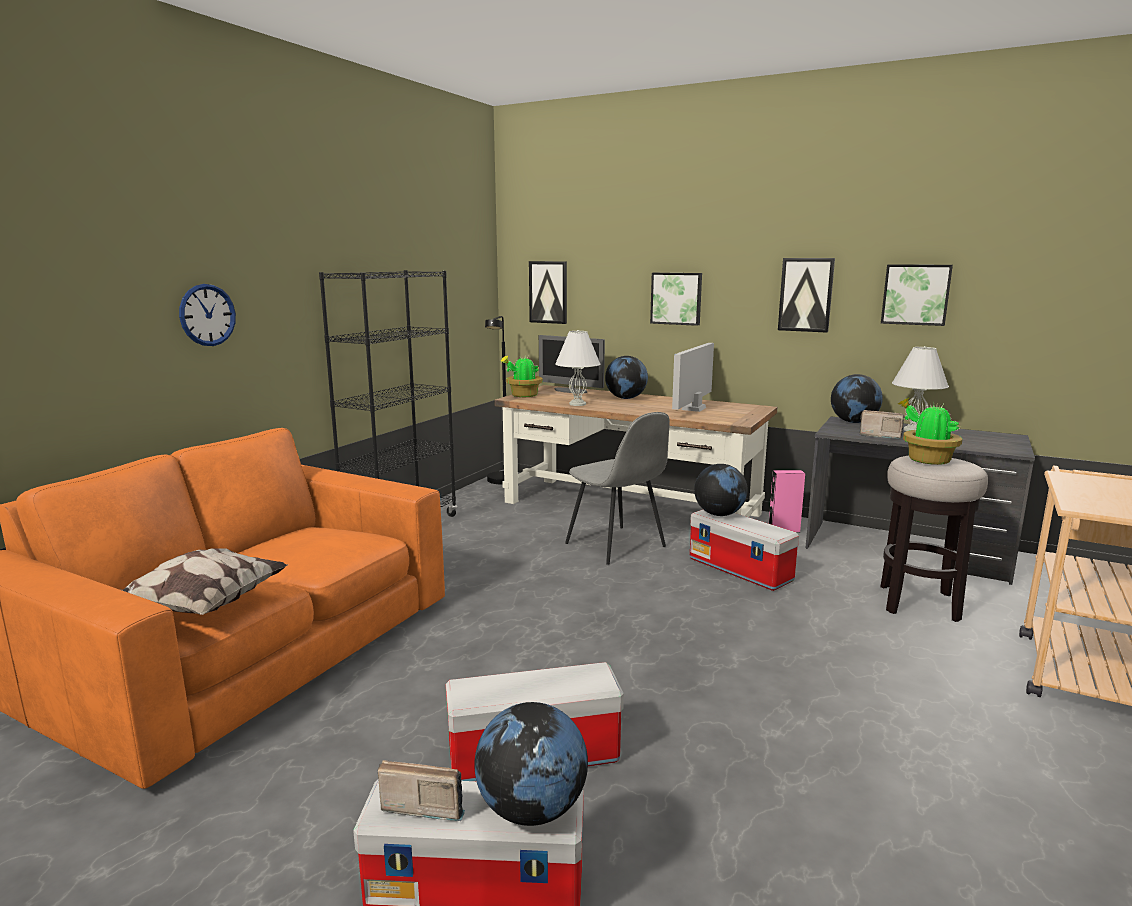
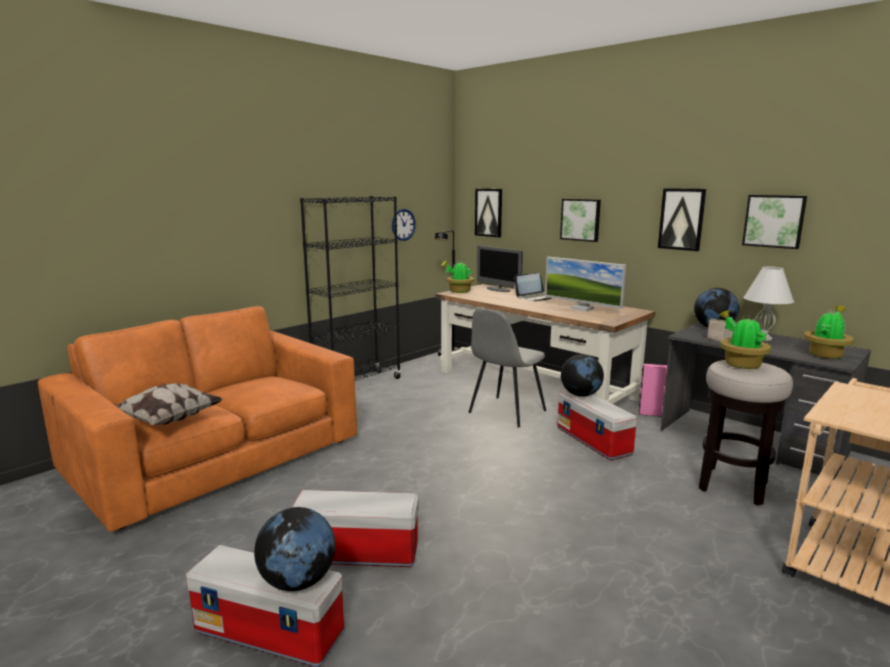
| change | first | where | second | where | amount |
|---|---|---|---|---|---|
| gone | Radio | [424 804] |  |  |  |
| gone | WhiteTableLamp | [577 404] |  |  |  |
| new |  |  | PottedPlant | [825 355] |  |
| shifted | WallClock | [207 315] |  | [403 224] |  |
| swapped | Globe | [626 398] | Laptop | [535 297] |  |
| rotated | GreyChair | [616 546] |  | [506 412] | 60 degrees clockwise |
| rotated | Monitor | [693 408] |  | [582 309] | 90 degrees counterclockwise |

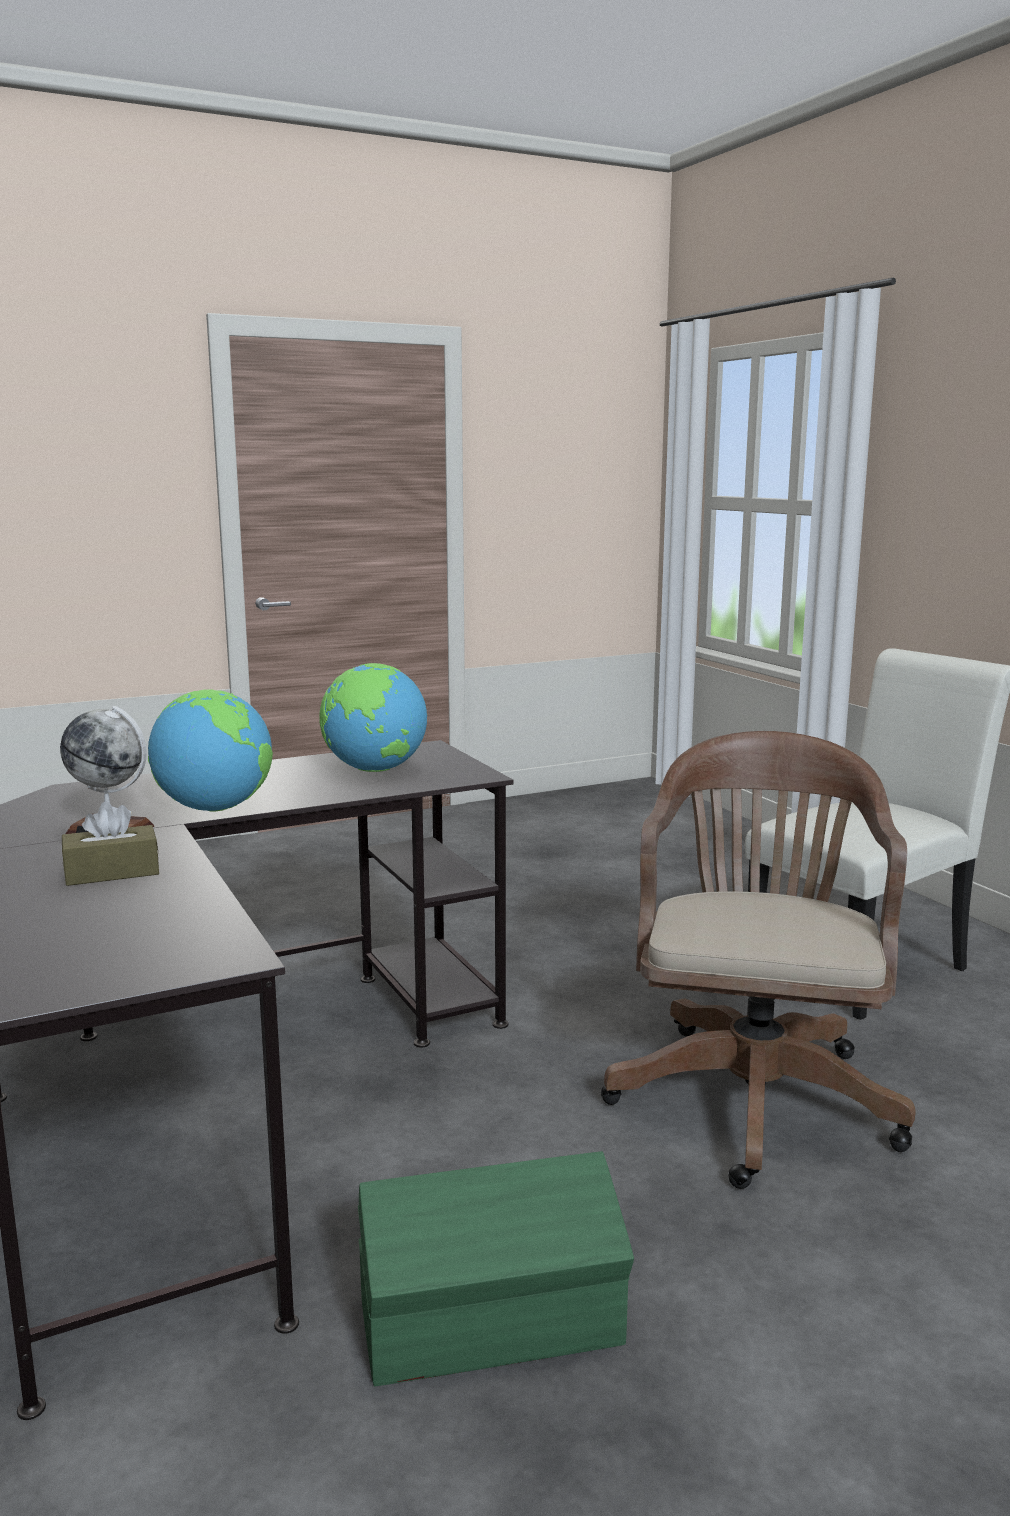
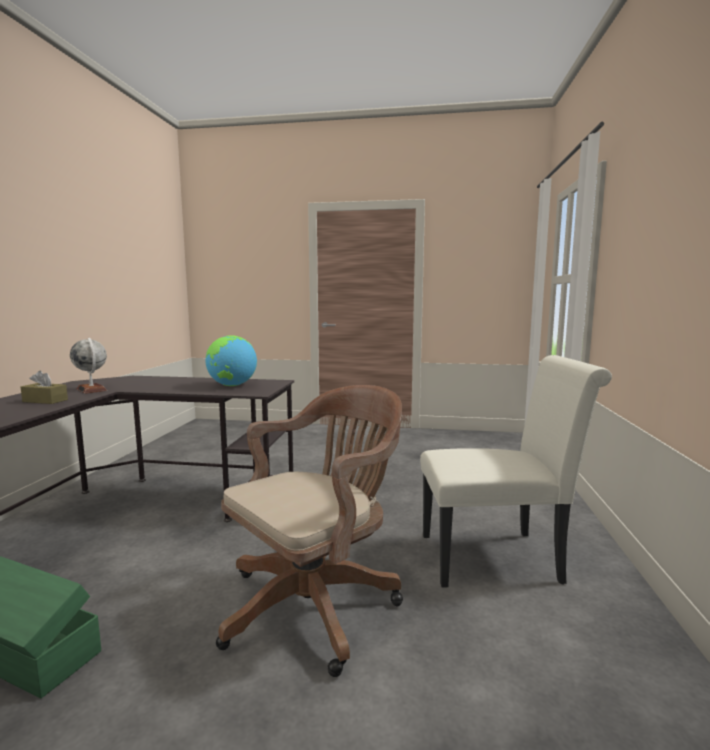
| change | first | where | second | where | amount |
|---|---|---|---|---|---|
| gone | Globe | [214 808] |  |  |  |

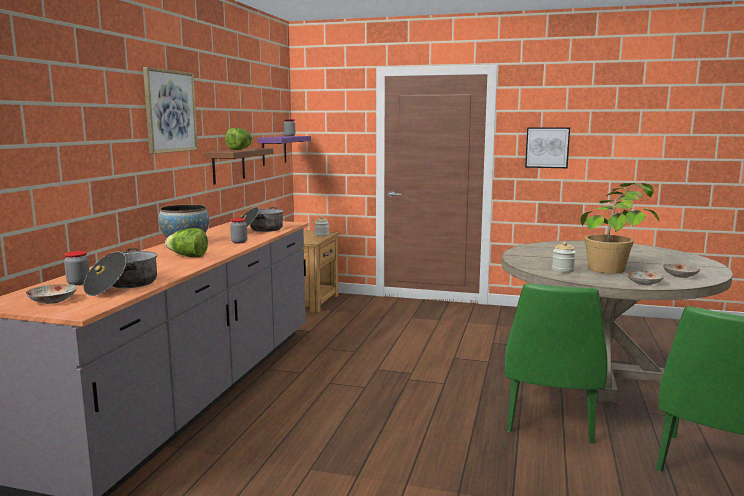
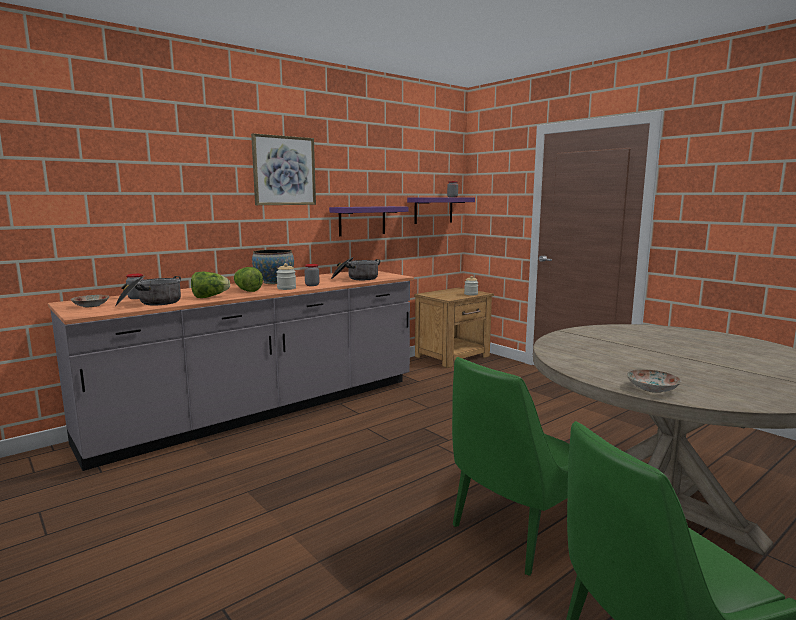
| change | first | where | second | where | amount |
|---|---|---|---|---|---|
| gone | Picture | [547 147] |  |  |  |
| gone | PottedPlant | [617 266] |  |  |  |
| gone | Plate | [680 275] |  |  |  |
| shifted | Lettuce | [240 149] |  | [209 297] |  |
| shifted | Jar | [562 270] |  | [286 288] |  |
| repainted | BrownShelf | [228 165] | PurpleShelf | [362 220] |  |

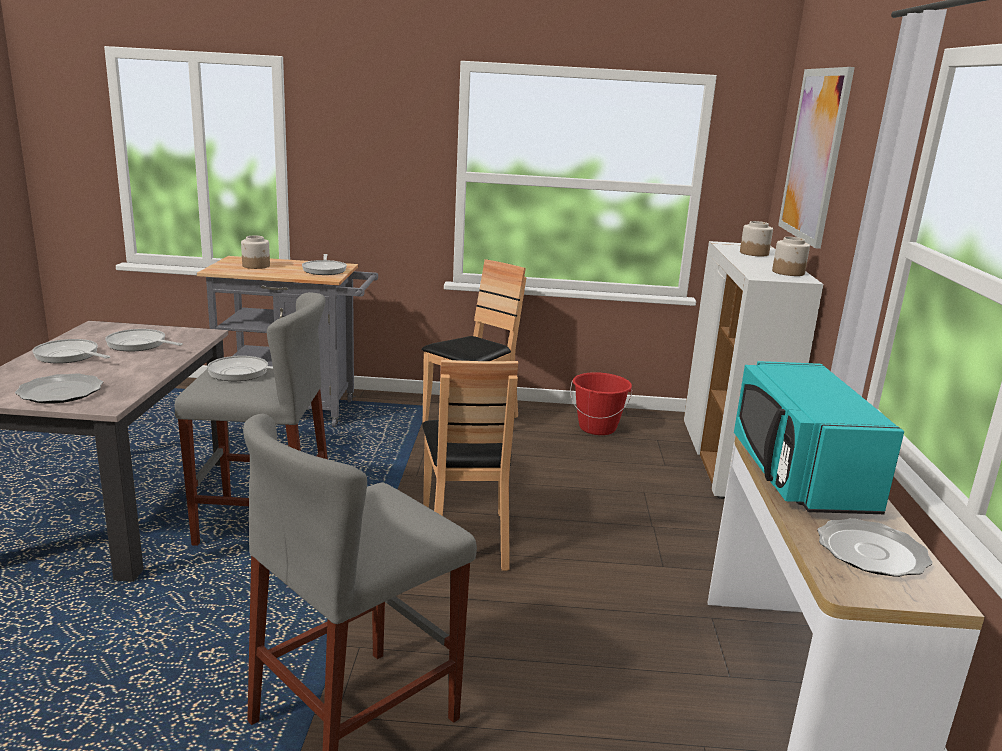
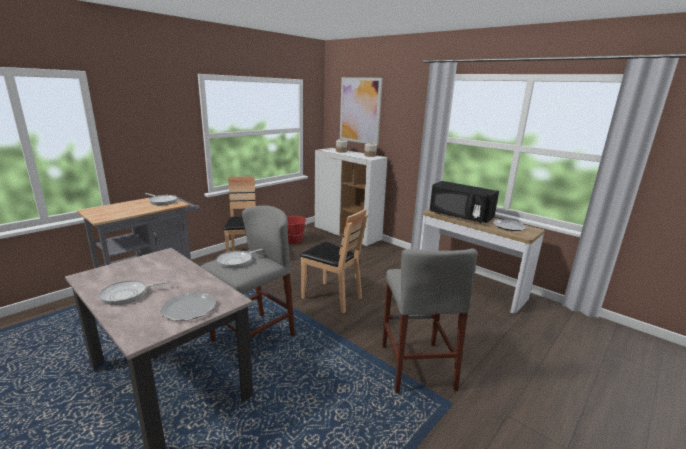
| change | first | where | second | where | amount |
|---|---|---|---|---|---|
| gone | FryingPan | [139 345] |  |  |  |
| gone | Jar | [256 266] |  |  |  |
| repainted | TurquoiseMicrowave | [798 475] | BlackMicrowave | [460 216] |  |

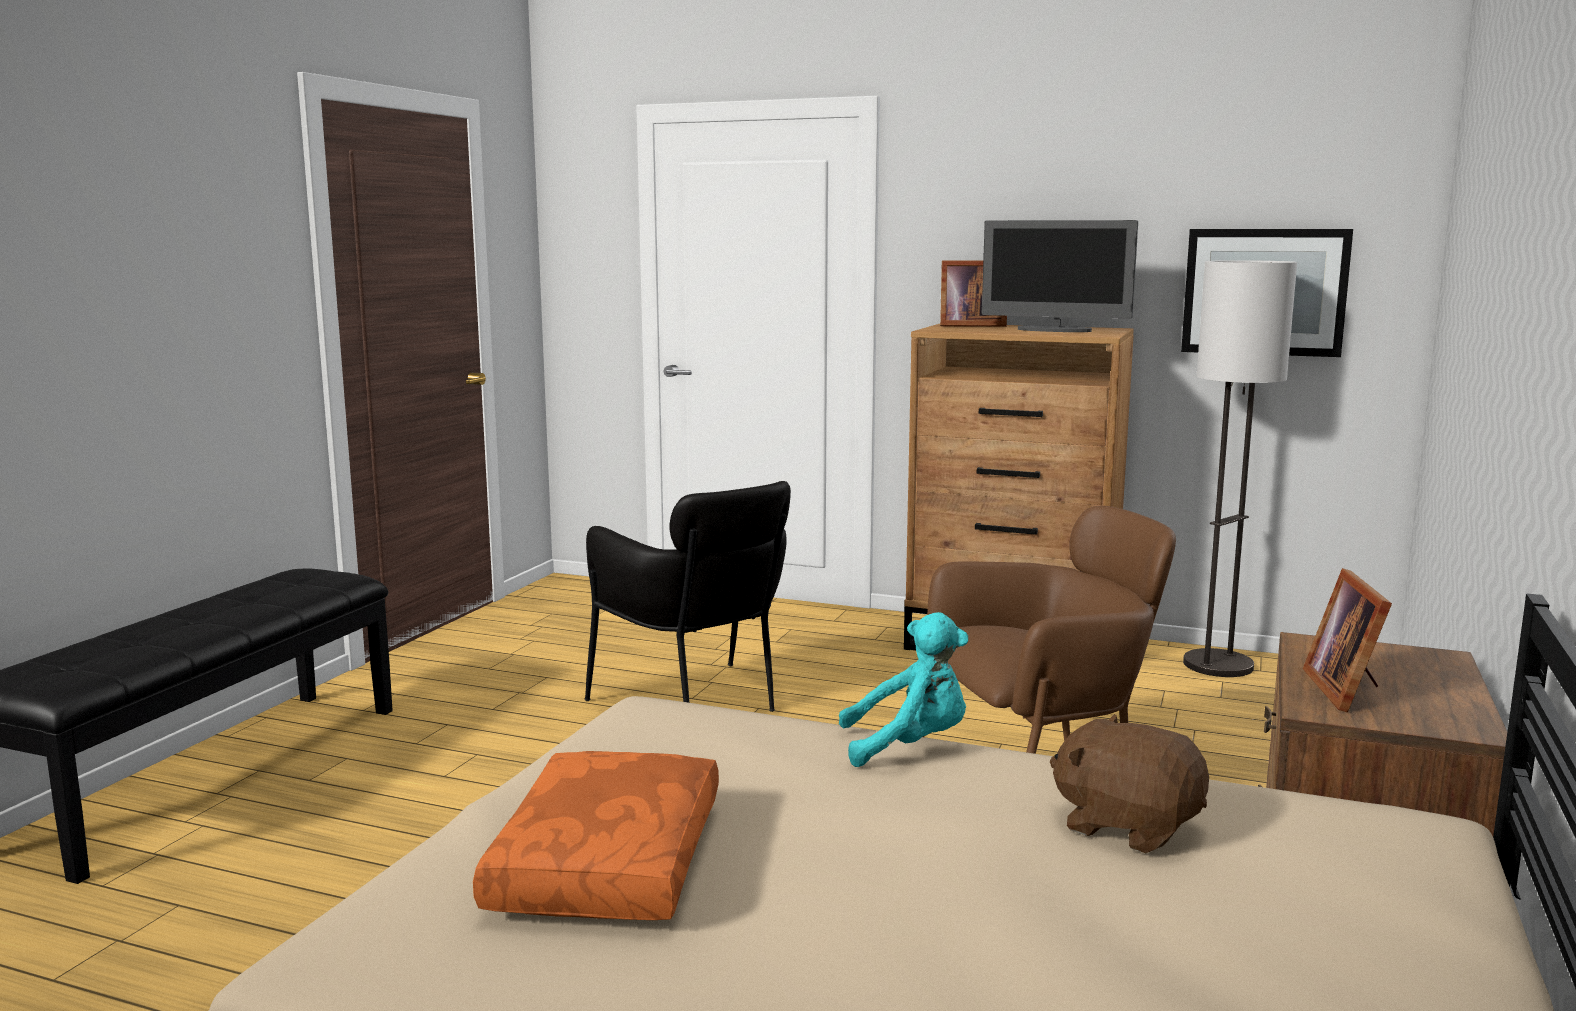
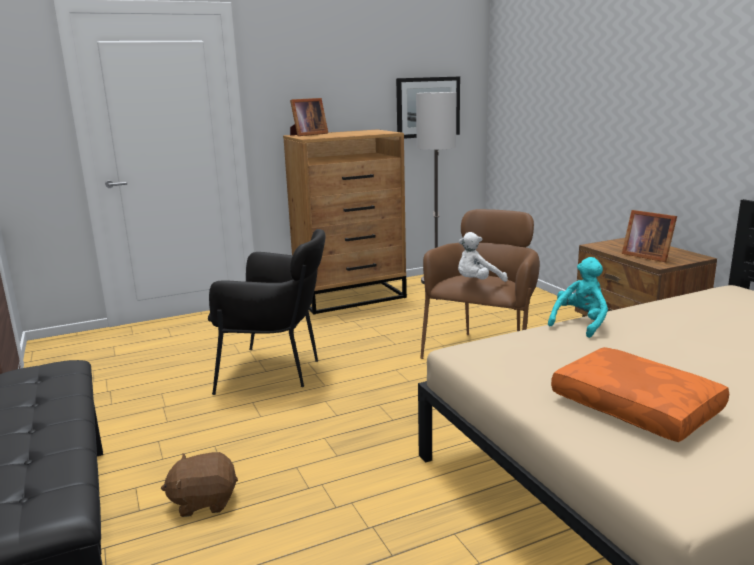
| change | first | where | second | where | amount |
|---|---|---|---|---|---|
| gone | Monitor | [1054 330] |  |  |  |
| new |  |  | WhitePlushToy | [477 282] |  |
| shifted | BrownPlushToy | [1127 826] |  | [204 501] |  |

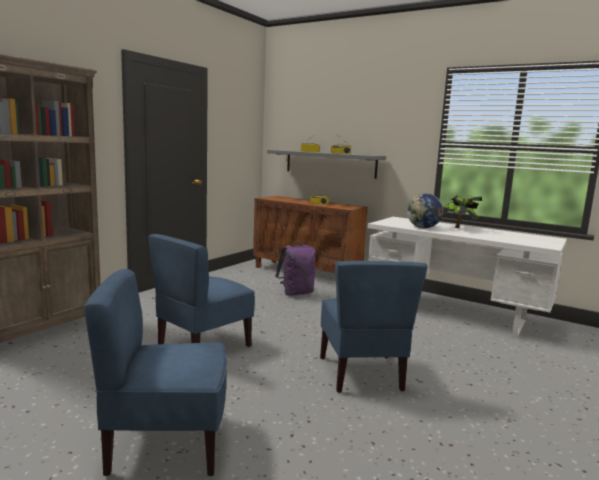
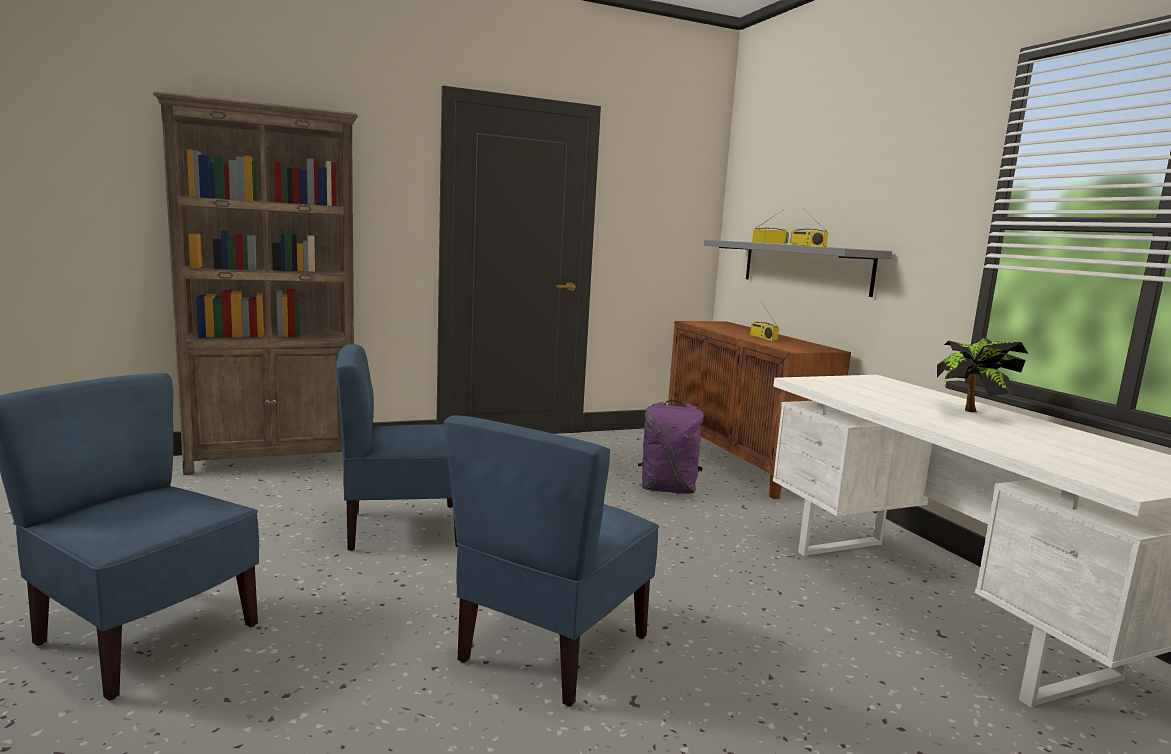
| change | first | where | second | where | amount |
|---|---|---|---|---|---|
| gone | Globe | [423 228] |  |  |  |

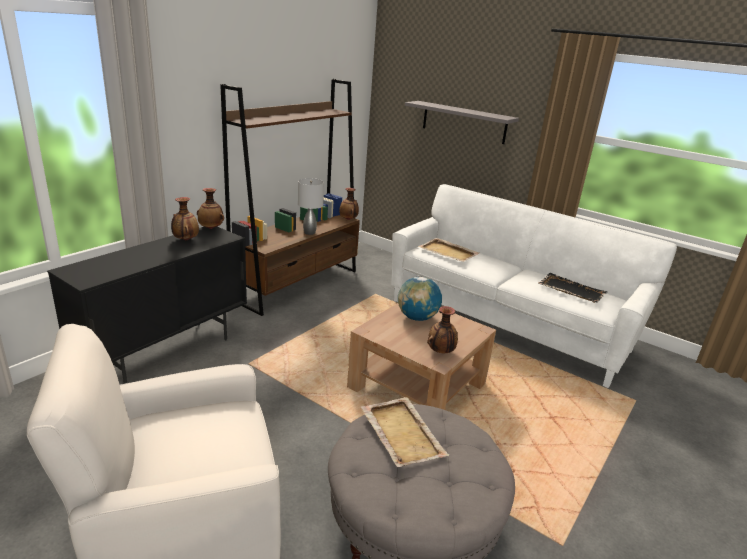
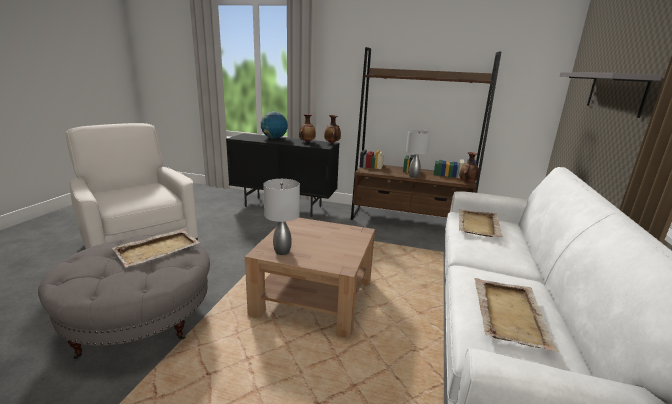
| change | first | where | second | where | amount |
|---|---|---|---|---|---|
| shifted | Globe | [417 318] |  | [274 138] |  |
| swapped | Vase | [441 352] | GreyTableLamp | [281 251] |  |
| repainted | BlackTray | [571 289] | BeigeTray | [509 313] |  |

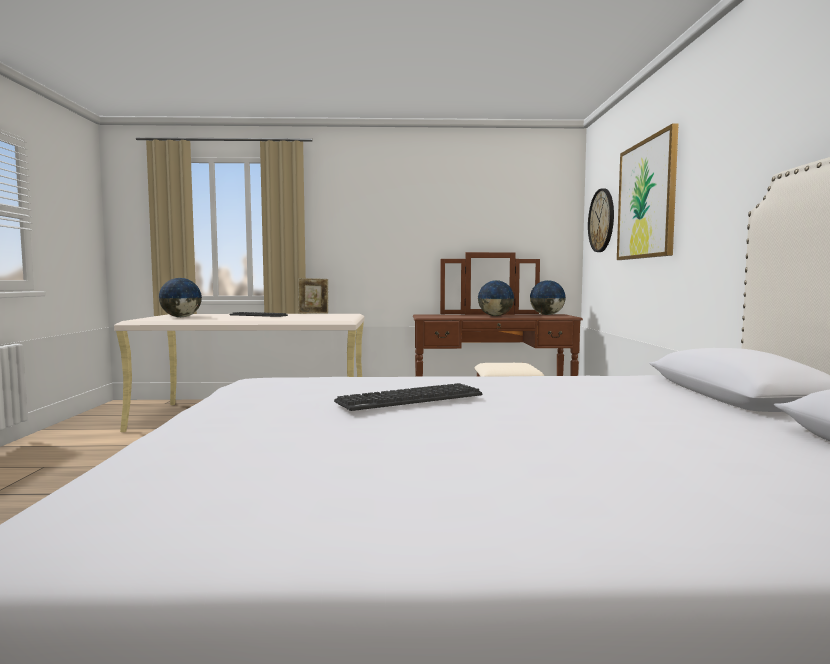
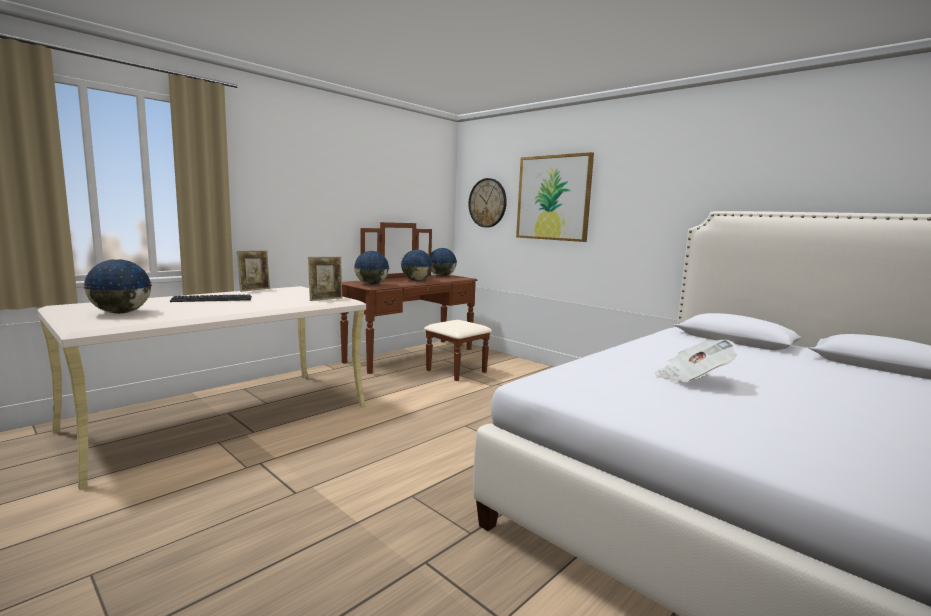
| change | first | where | second | where | amount |
|---|---|---|---|---|---|
| new |  |  | PictureFrame | [326 299] |  |
| new |  |  | Globe | [371 284] |  |
| swapped | Keyboard | [410 399] | Newspaper | [692 378] |  |

